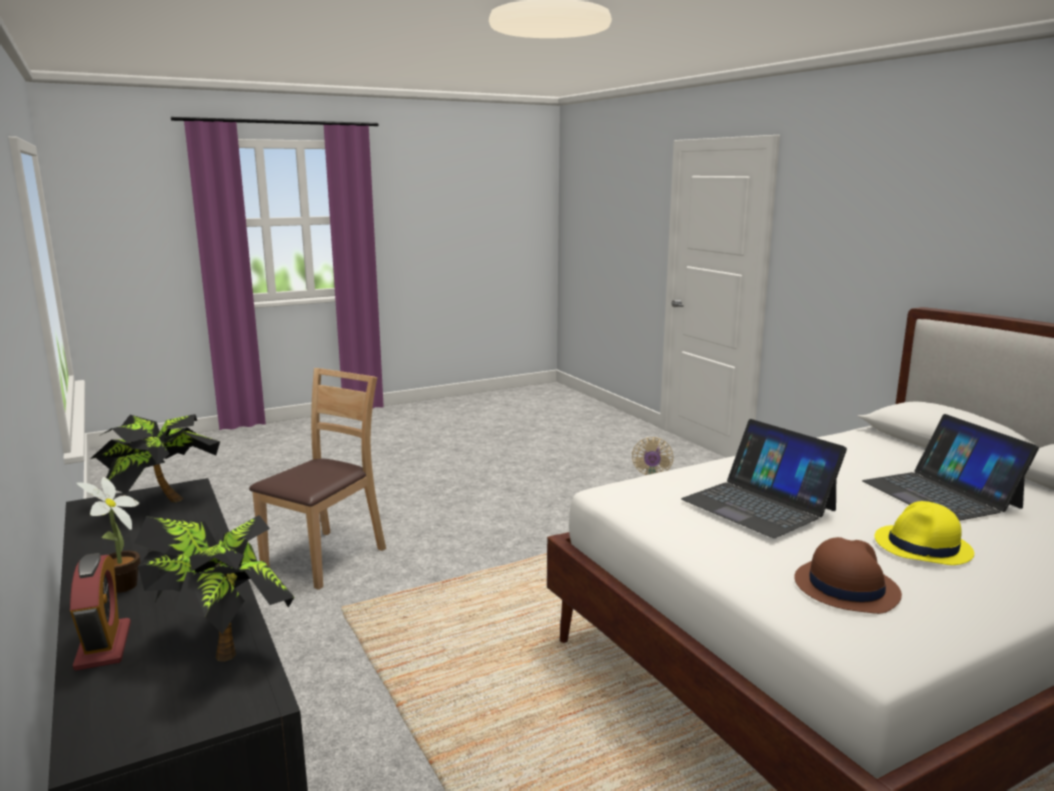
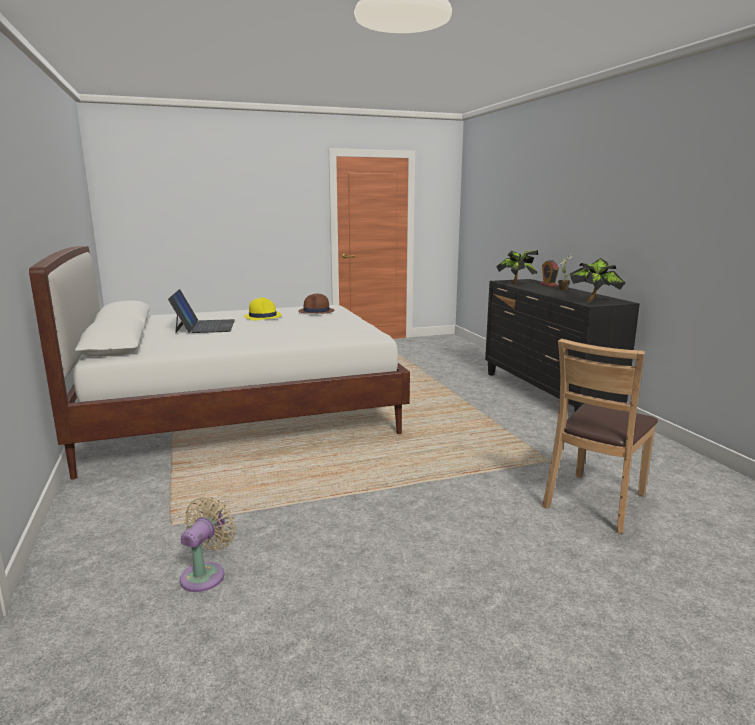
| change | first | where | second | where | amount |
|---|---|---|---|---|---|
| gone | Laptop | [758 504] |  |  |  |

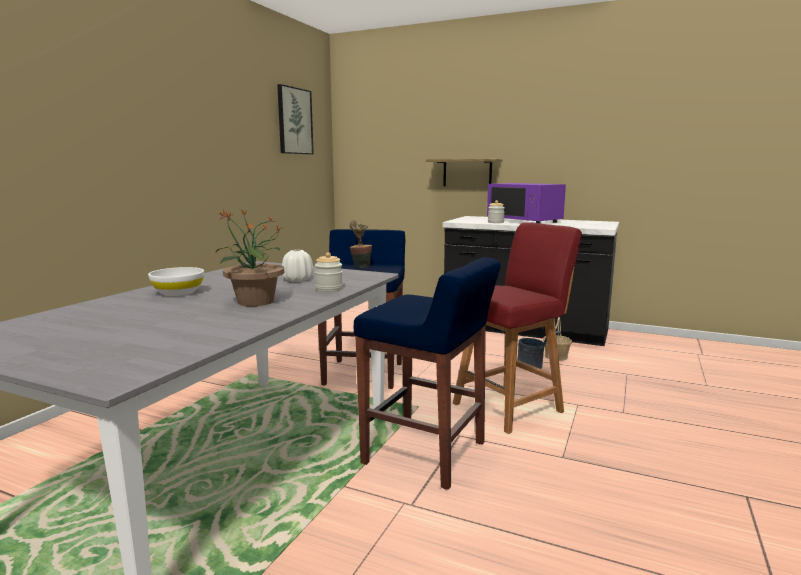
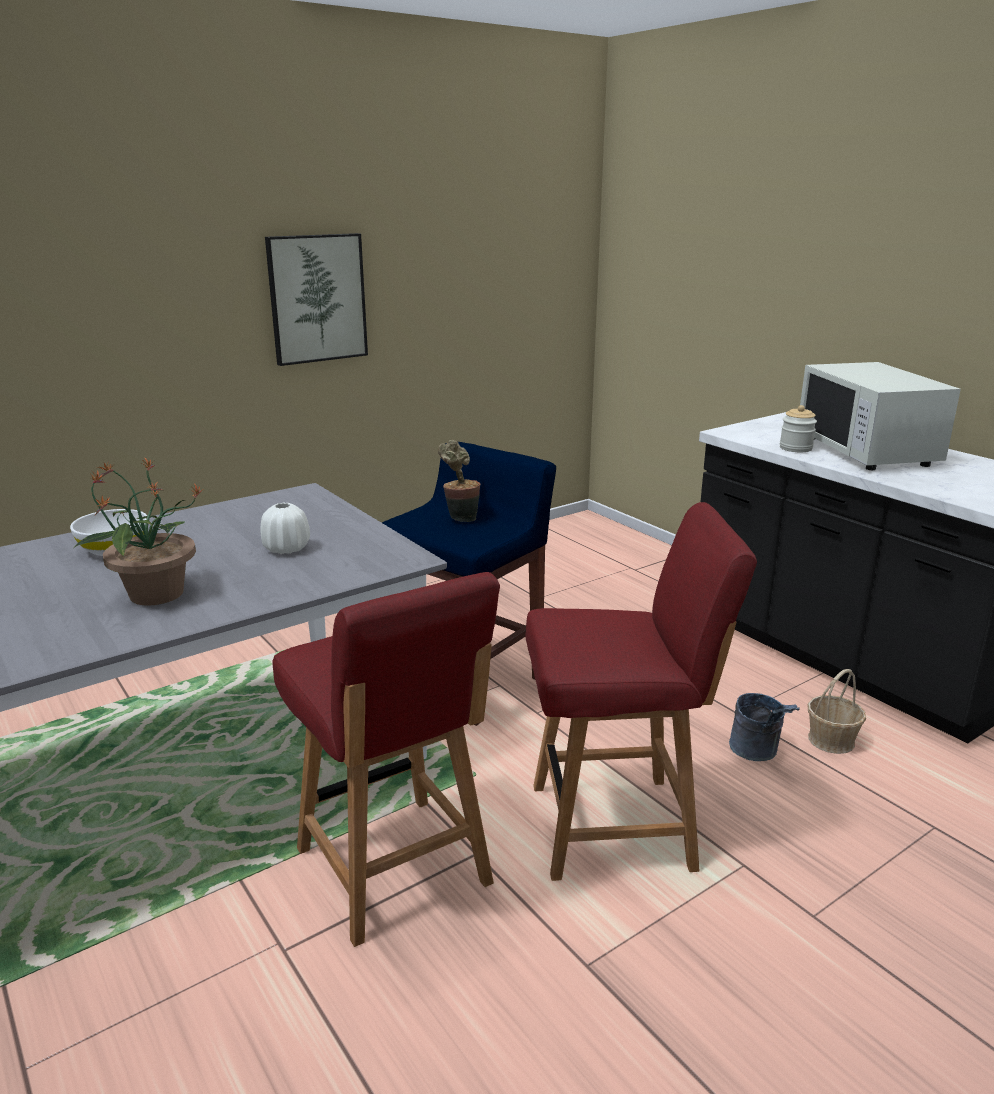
| change | first | where | second | where | amount |
|---|---|---|---|---|---|
| gone | Jar | [329 289] |  |  |  |
| gone | Shelf | [467 173] |  |  |  |
| shifted | Picture | [294 121] |  | [317 298] |  |
| swapped | BlueStool | [426 454] | RedChair | [394 869] |  |
| repainted | PurpleMicrowave | [524 221] | WhiteMicrowave | [867 451] |  |

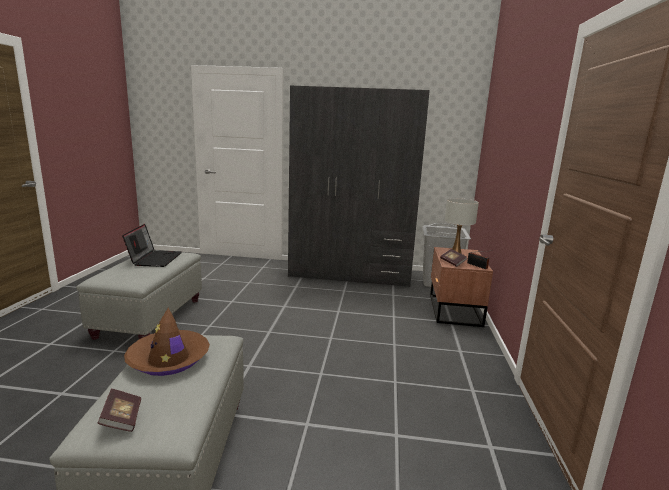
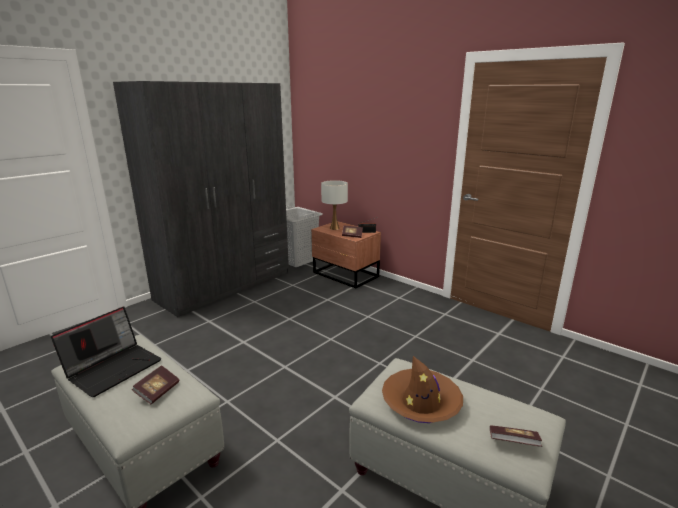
| change | first | where | second | where | amount |
|---|---|---|---|---|---|
| new |  |  | Book | [157 391] |  |
| rotated | Laptop | [155 259] |  | [114 367] | 90 degrees clockwise |

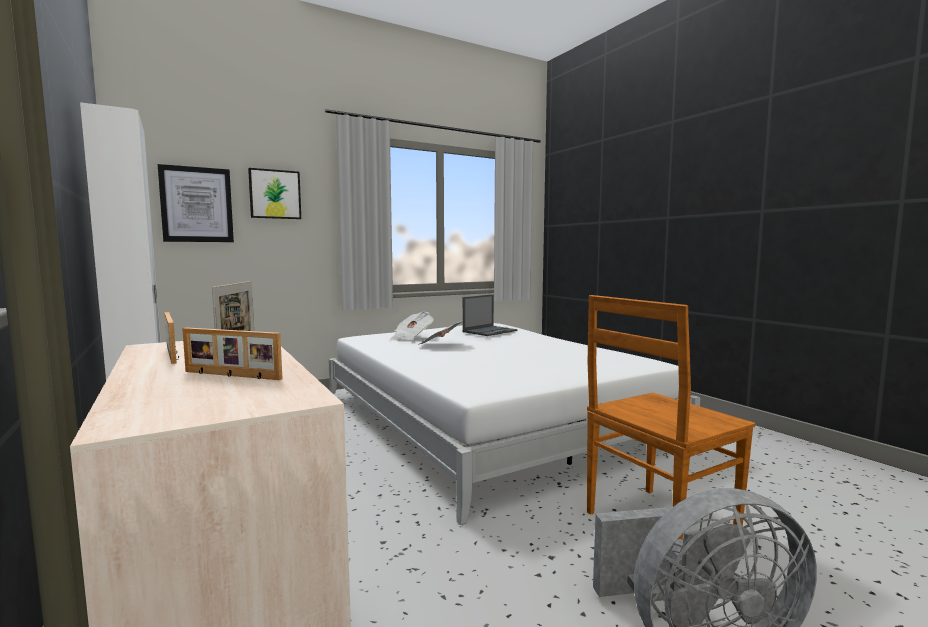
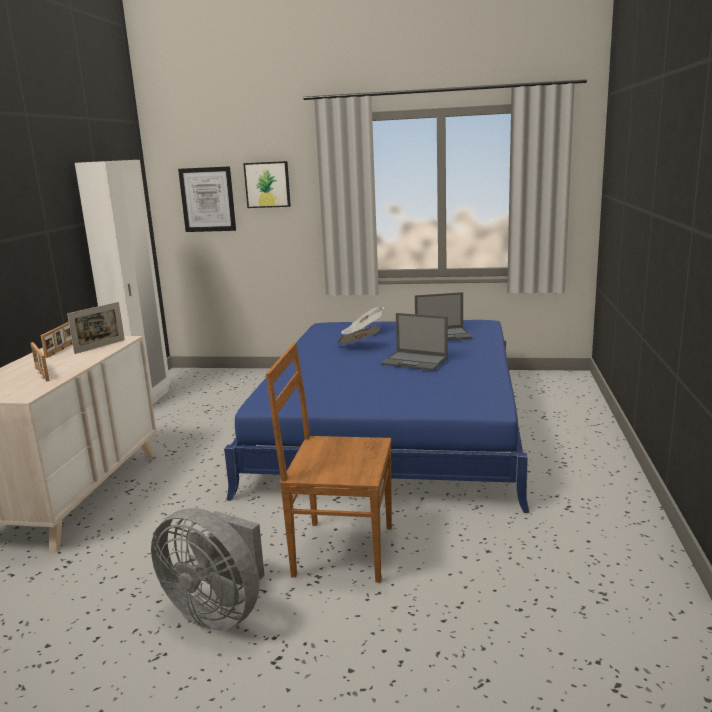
| change | first | where | second | where | amount |
|---|---|---|---|---|---|
| new |  |  | Laptop | [415 361] |  |
| repainted | WhiteBed | [486 418] | BlueBed | [393 426] |  |

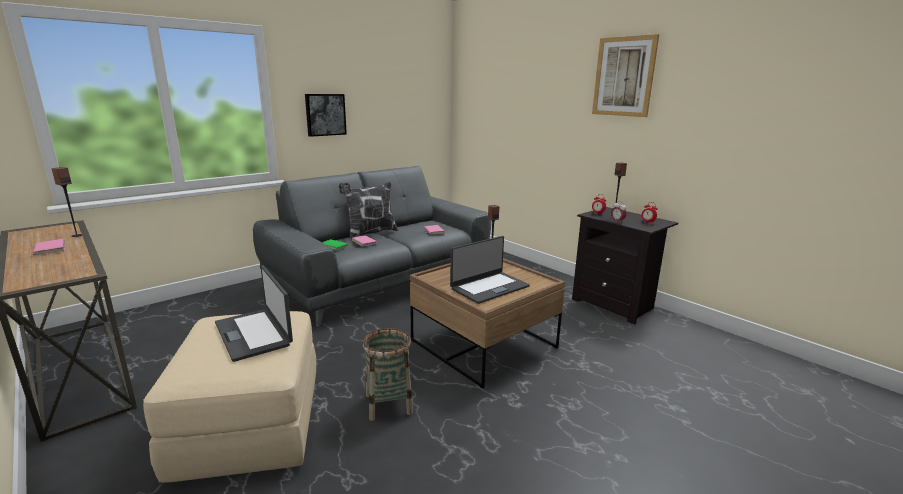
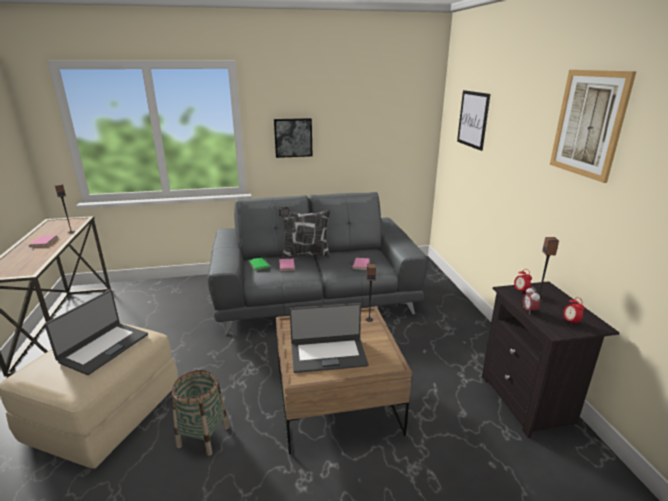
| change | first | where | second | where | amount |
|---|---|---|---|---|---|
| new |  |  | Picture | [473 119] |  |
| rotated | Laptop | [254 333] |  | [103 348] | 150 degrees counterclockwise |

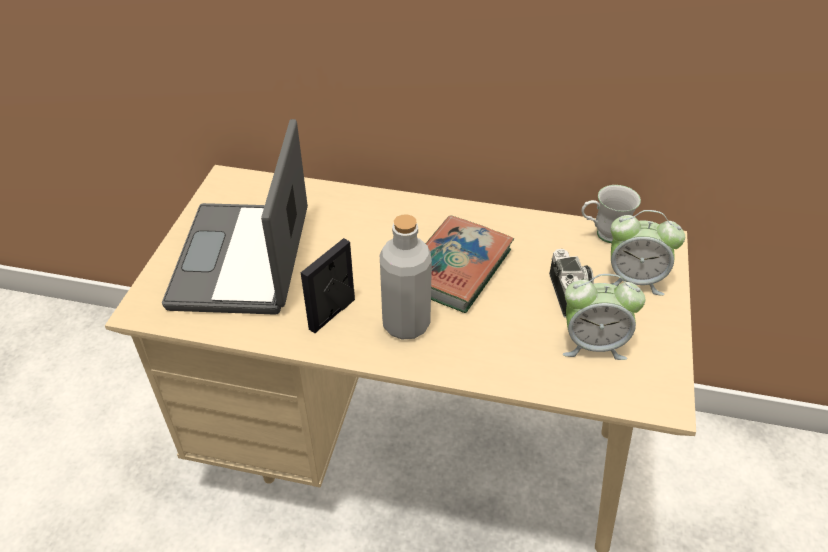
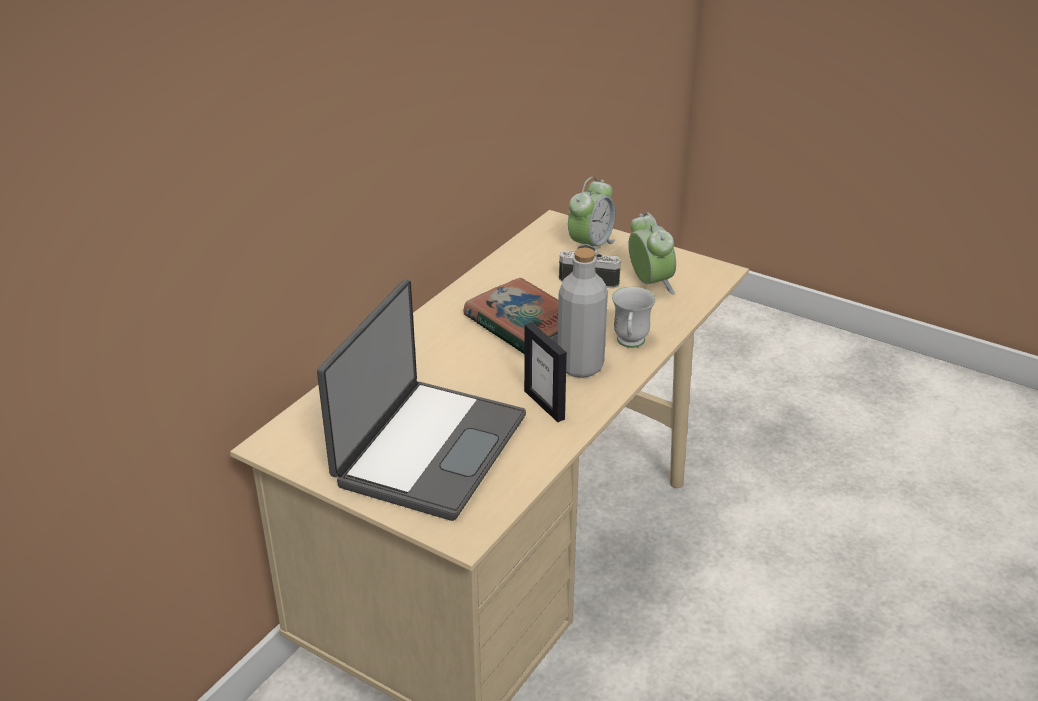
| change | first | where | second | where | amount |
|---|---|---|---|---|---|
| shifted | WhiteMug | [602 235] |  | [630 344] |  |
| rotated | Laptop | [244 259] |  | [428 449] | 90 degrees counterclockwise |
| rotated | AlarmClock | [593 344] |  | [649 283] | 45 degrees counterclockwise |

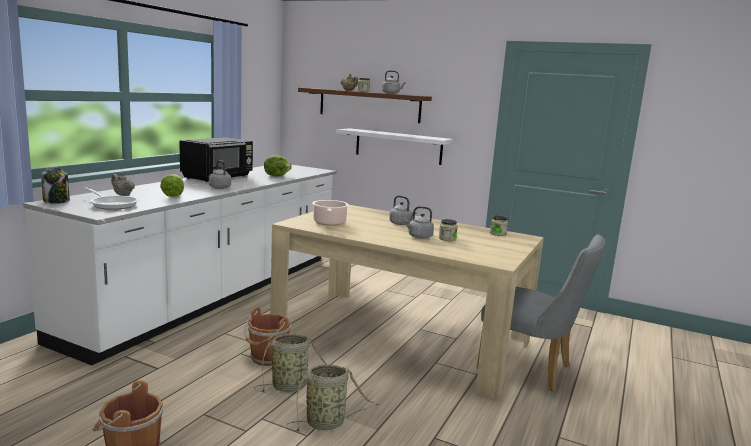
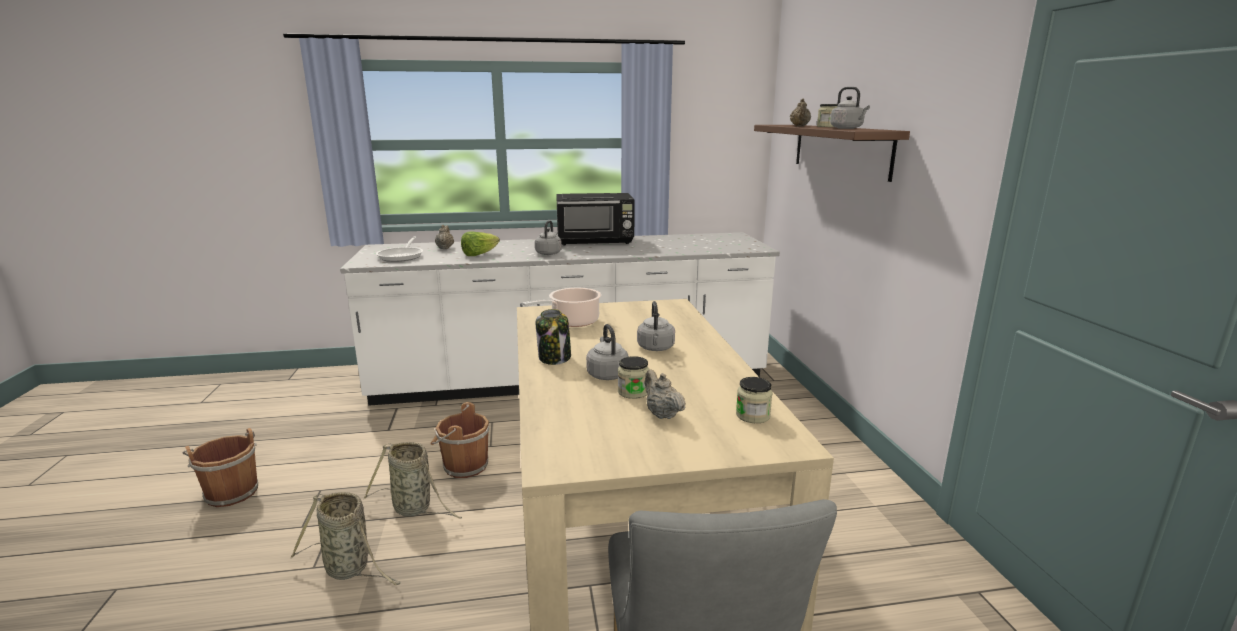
| change | first | where | second | where | amount |
|---|---|---|---|---|---|
| gone | Lettuce | [276 176] |  |  |  |
| gone | WhiteShelf | [398 146] |  |  |  |
| new |  |  | BeigeTeapot | [662 414] |  |
| shifted | Jar | [57 201] |  | [555 358] |  |

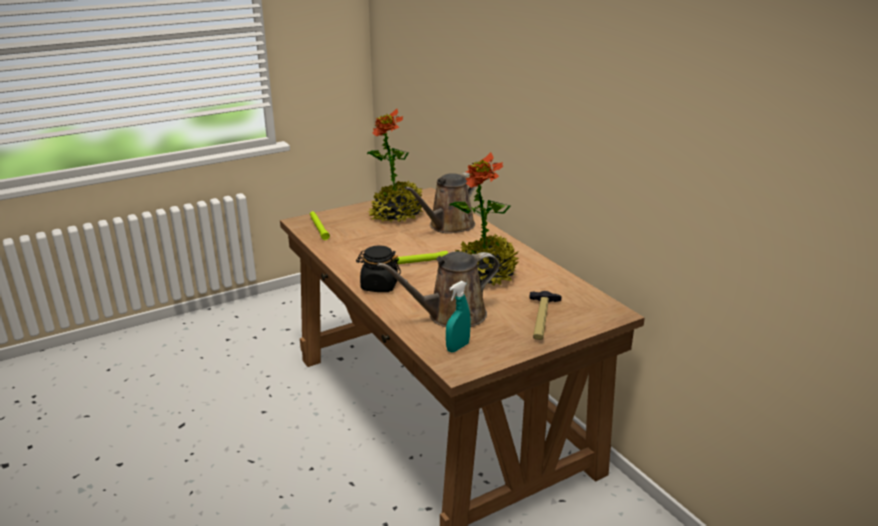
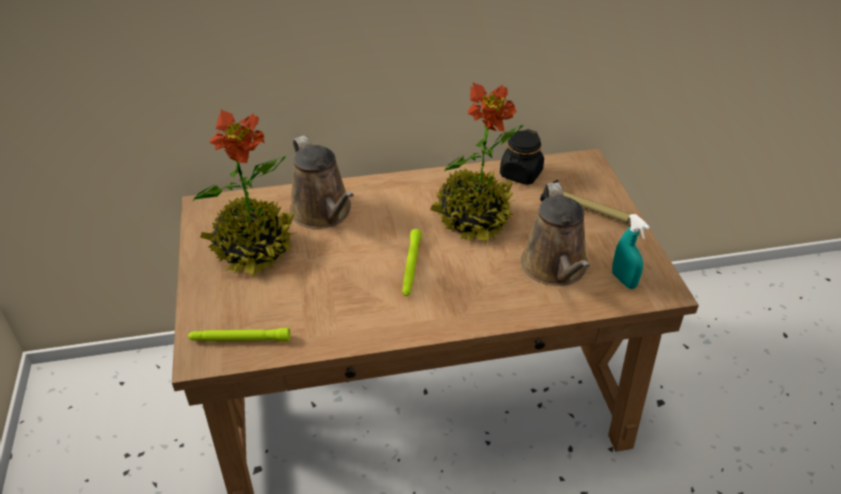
| change | first | where | second | where | amount |
|---|---|---|---|---|---|
| shifted | BlackJar | [379 286] |  | [521 174] |  |

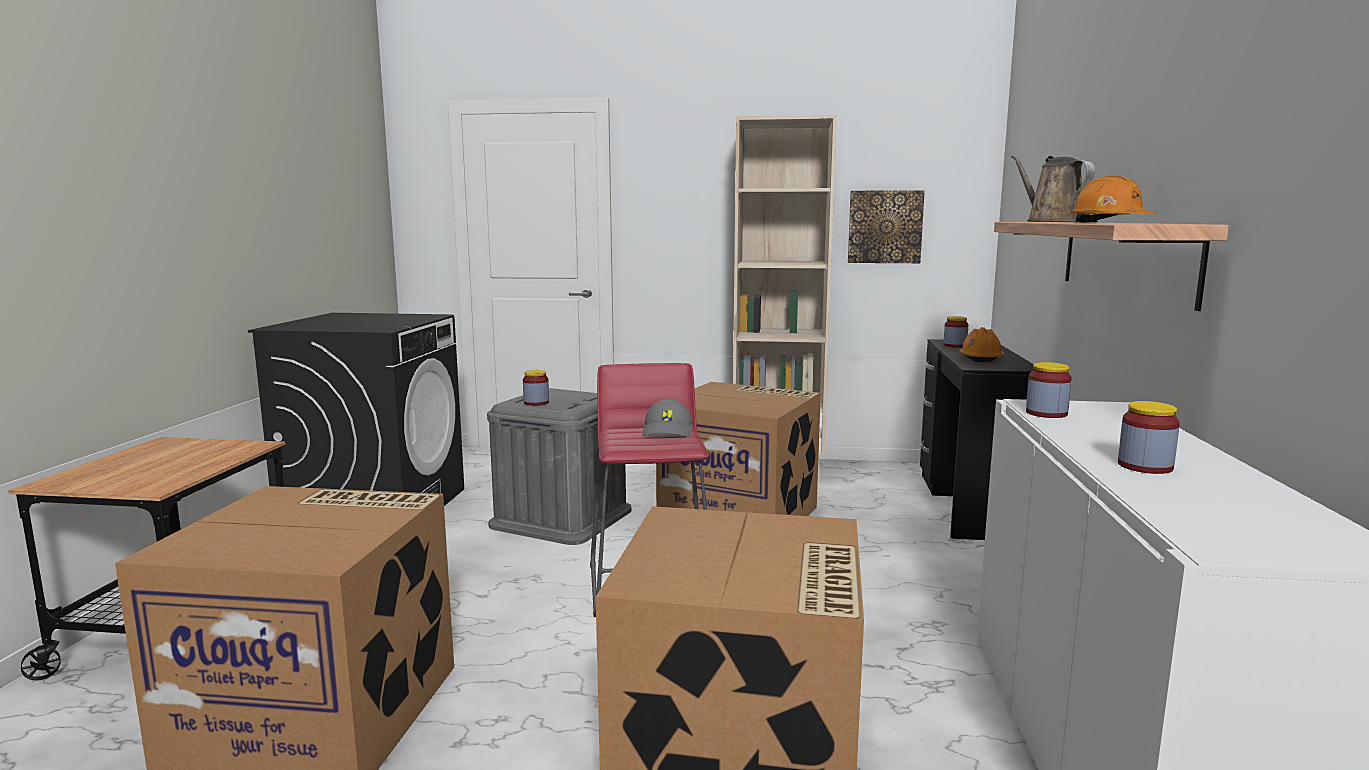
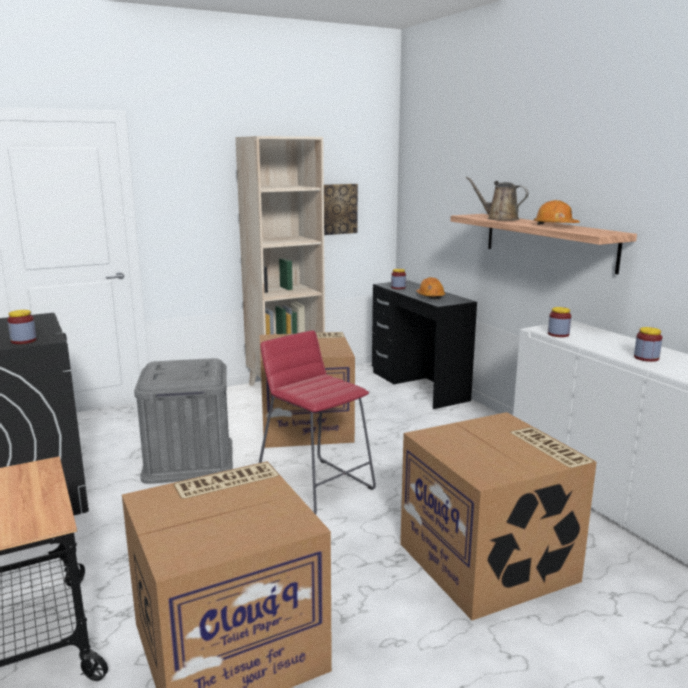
| change | first | where | second | where | amount |
|---|---|---|---|---|---|
| gone | GreyCap | [668 432] |  |  |  |
| shifted | Jar | [536 403] |  | [23 341] |  |

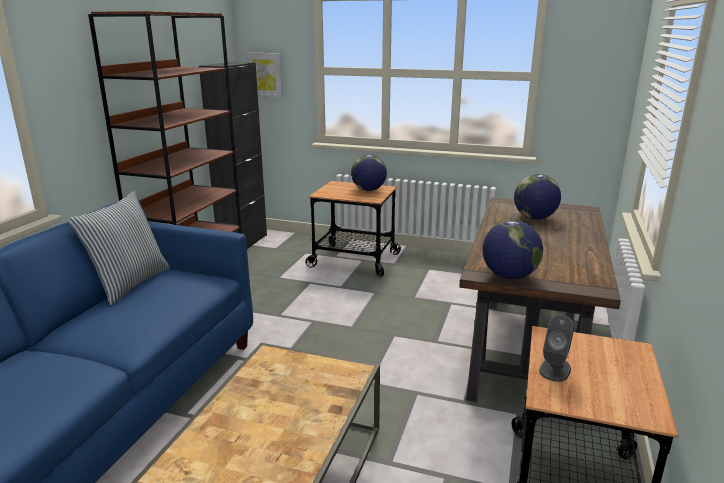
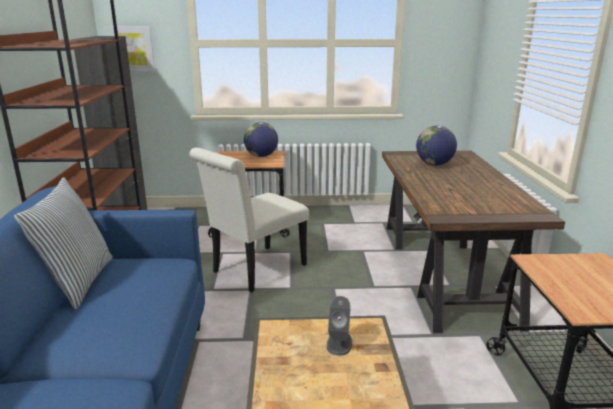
| change | first | where | second | where | amount |
|---|---|---|---|---|---|
| gone | Globe | [509 276] |  |  |  |
| new |  |  | WhiteChair | [255 270] |  |
| shifted | GreySpeaker | [555 369] |  | [339 343] |  |

